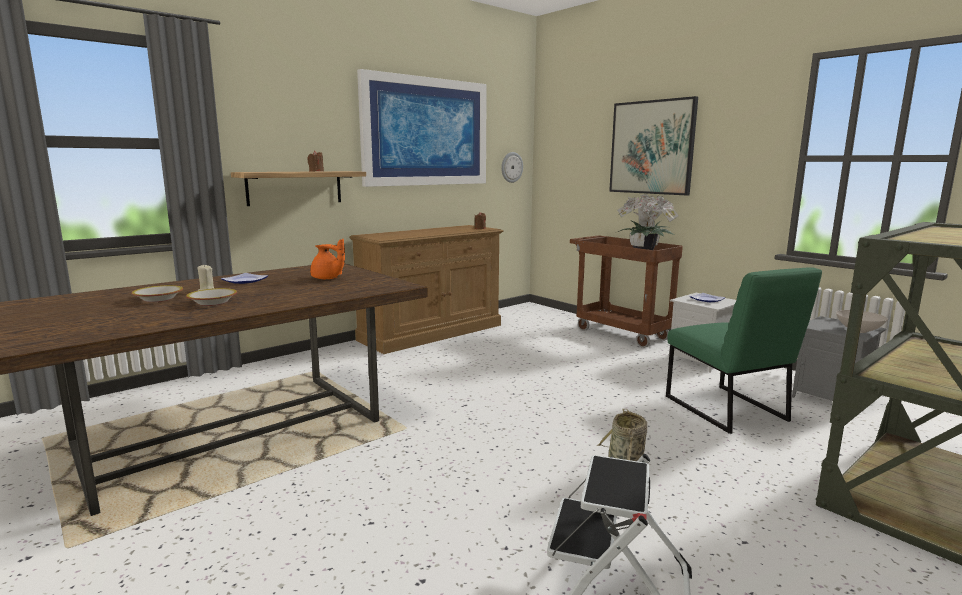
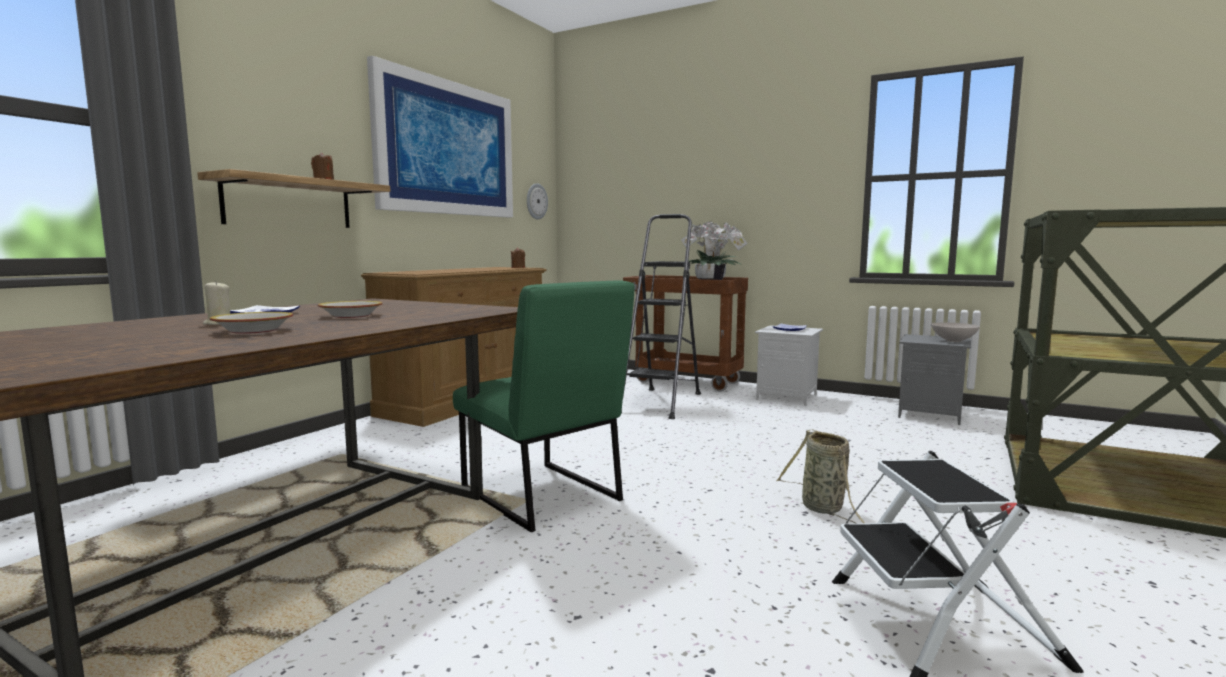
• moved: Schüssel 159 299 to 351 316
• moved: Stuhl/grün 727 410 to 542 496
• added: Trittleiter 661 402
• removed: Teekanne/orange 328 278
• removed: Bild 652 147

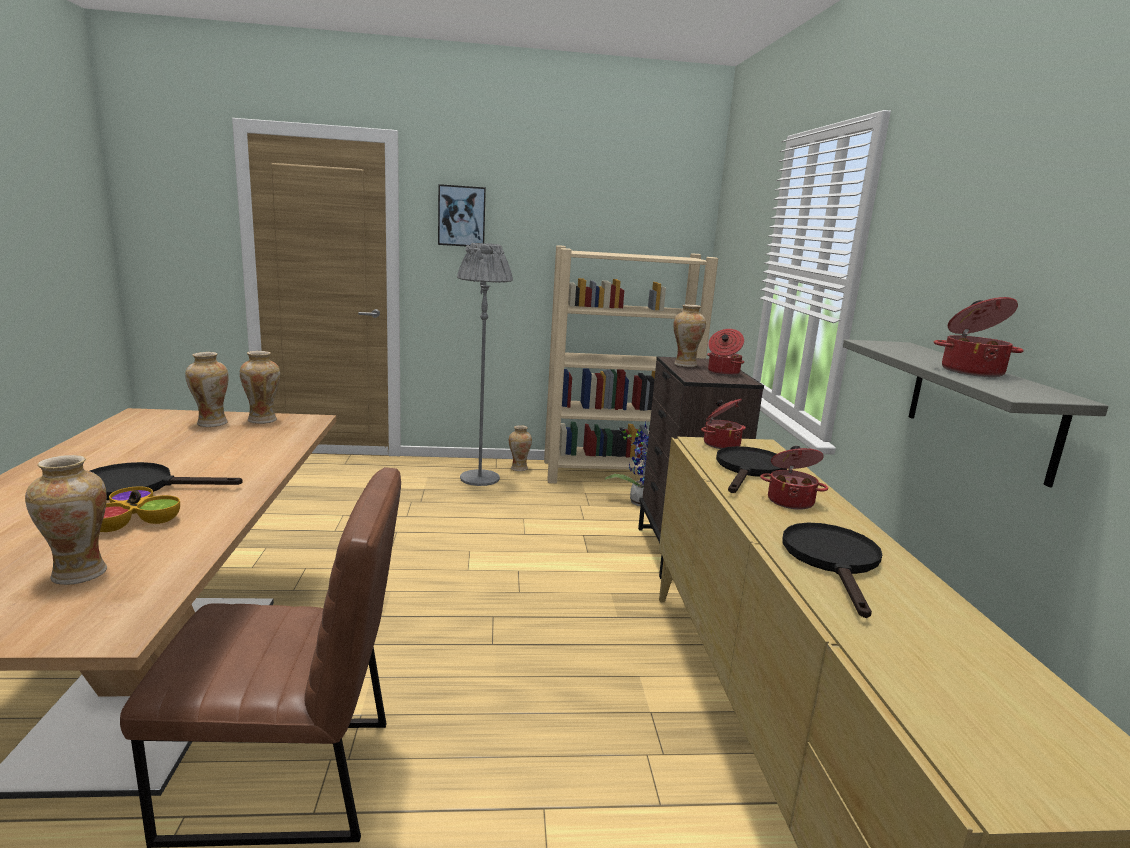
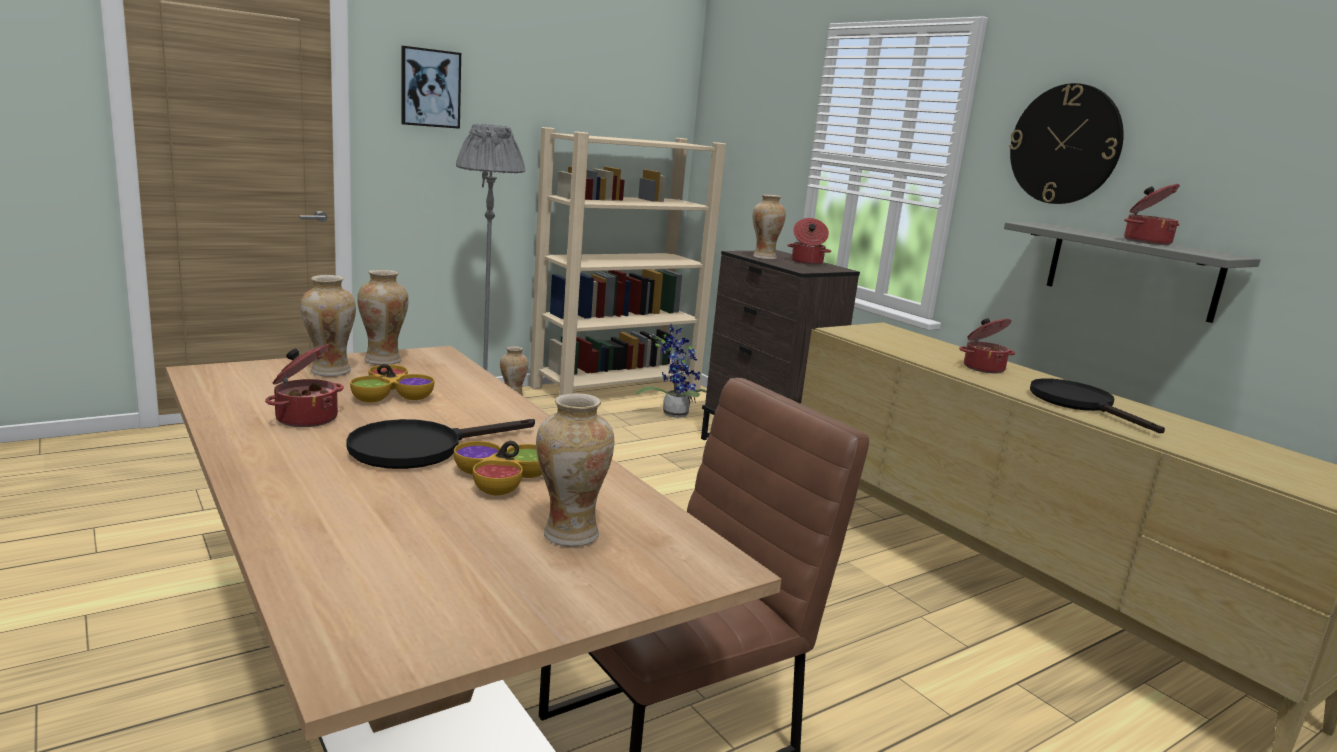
• moved: Kochtopf 720 444 to 305 418
• added: Schüssel 391 395
• added: Wanduhr 1065 144
• removed: Pfanne/schwarz 749 470

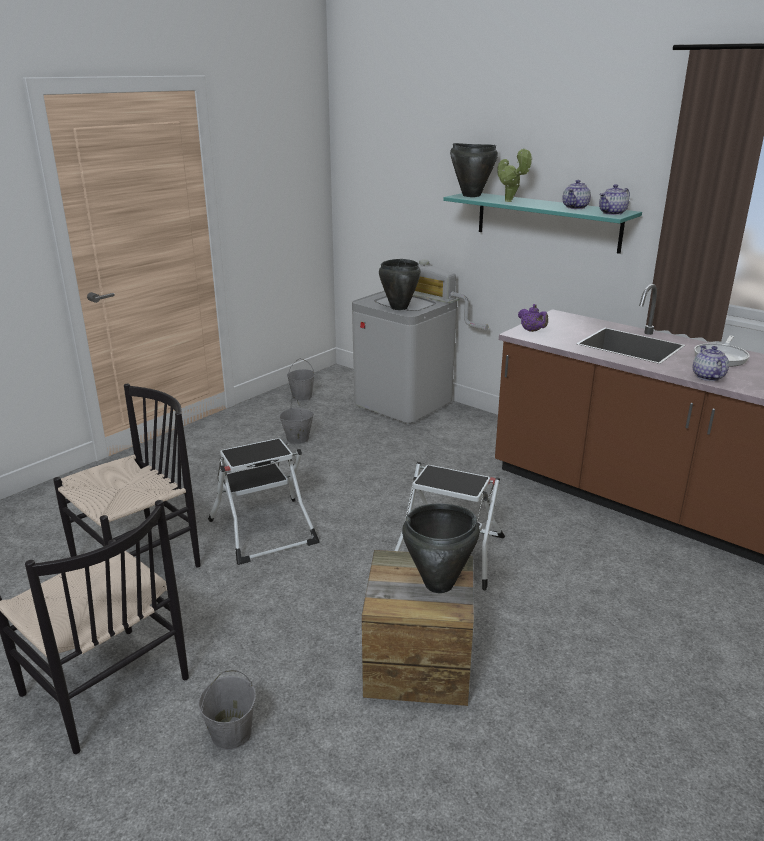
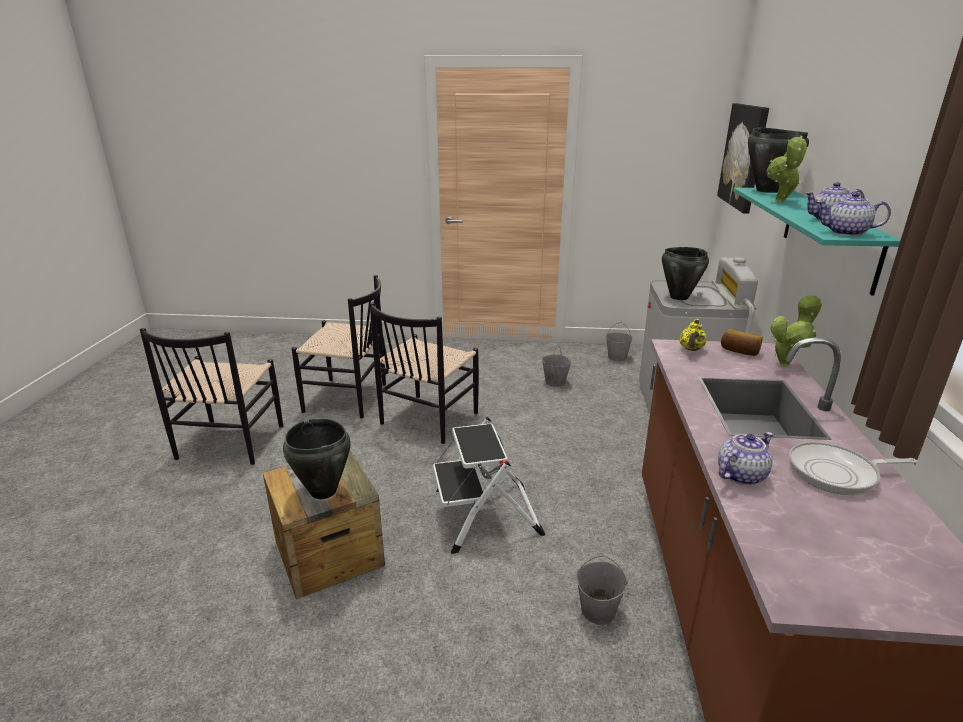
• replaced: Trittleiter 264 528 to Stuhl/schwarz 427 420
• moved: Eimer/grau 231 733 to 598 610
• recoloured: Teekanne/lila 532 331 to Teekanne/gelb 691 349
• added: Bild 744 156
• added: Brot 739 351
• added: Topfpflanze 786 363

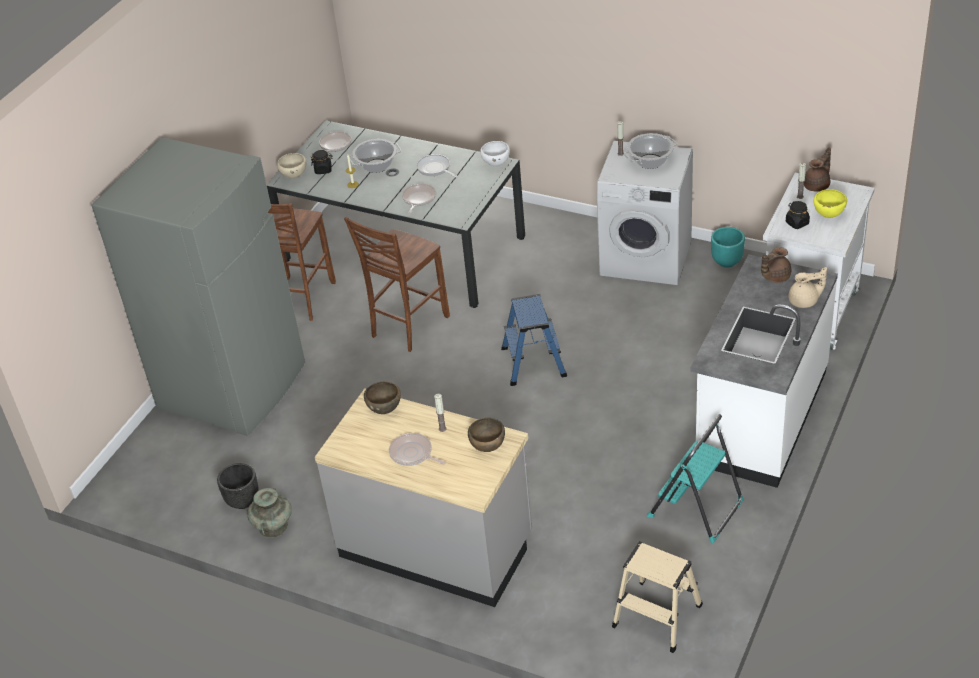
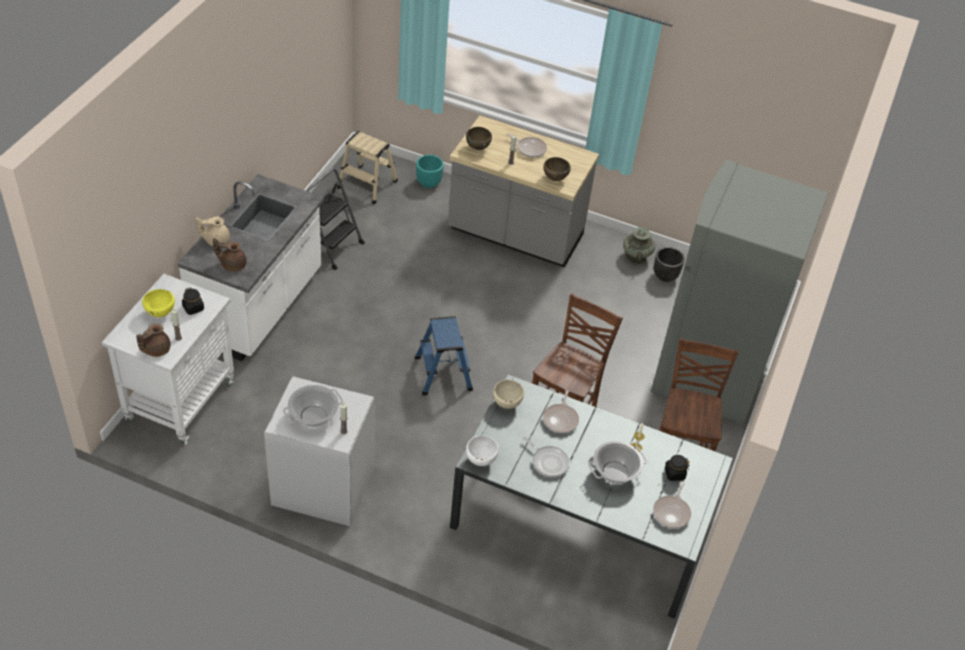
• turned: Teekanne/braun 774 277 = 232 264 135 degrees counterclockwise
• recoloured: Trittleiter/türkis 698 510 to Trittleiter/schwarz 326 243
• moved: Pflanzkübel/türkis 727 261 to 428 183
• moved: Schüssel/beige 294 176 to 507 404

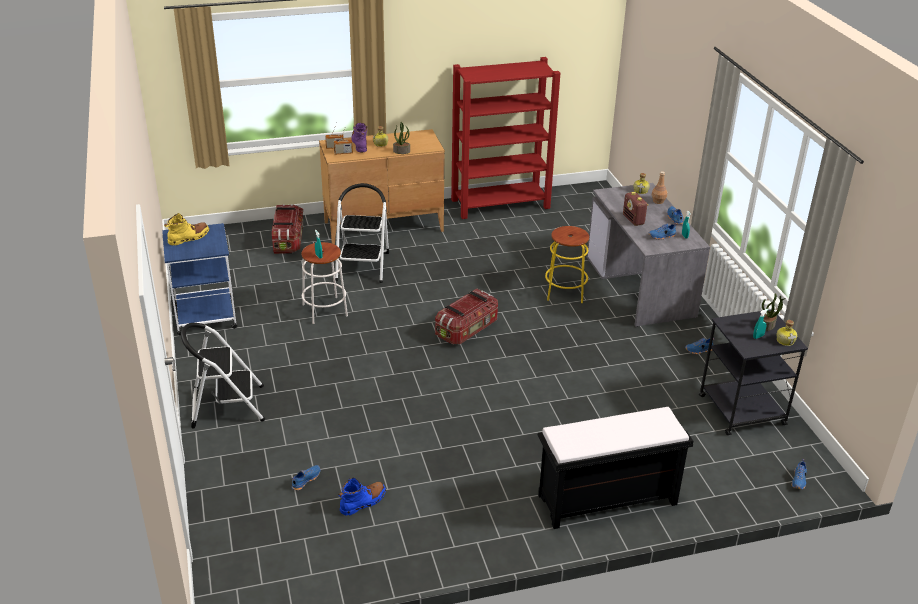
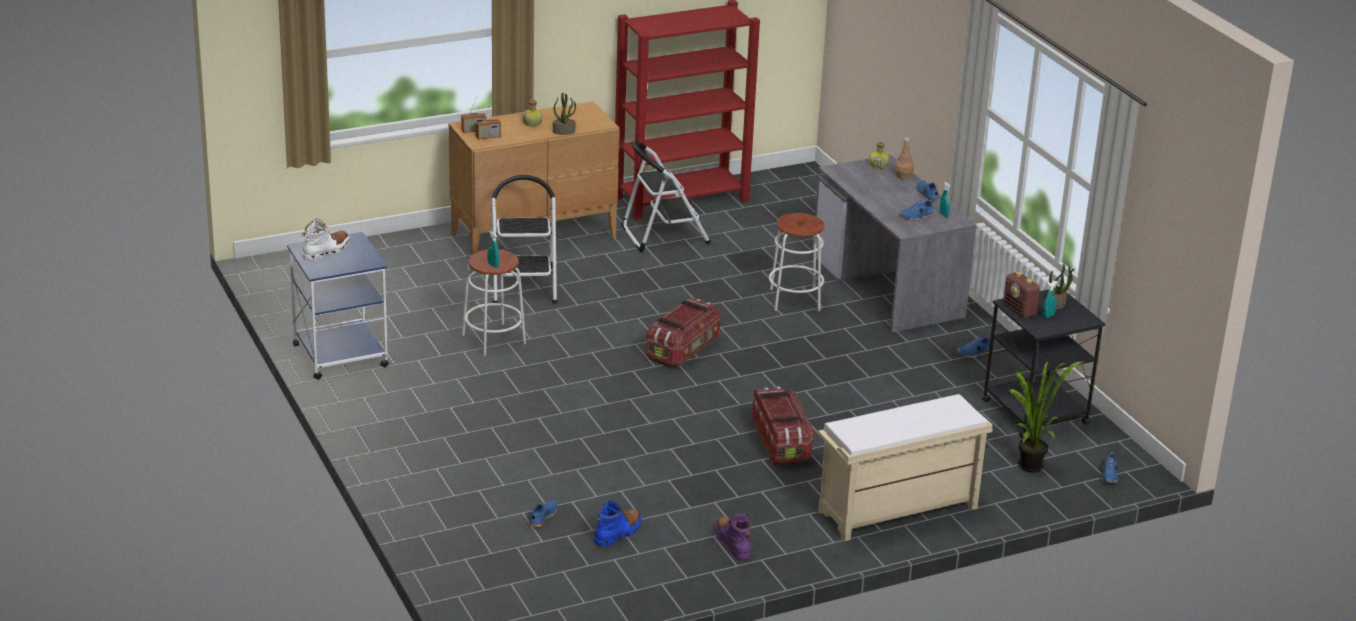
• recoloured: Stiefel/gelb 189 238 to Stiefel/weiß 326 251
• moved: Trittleiter 225 406 to 662 235
• moved: Stiefel/lila 359 144 to 733 543
• moved: Aufbewahrungsbox 288 240 to 781 442
• recoloured: Hocker/gelb 565 292 to Hocker/weiß 795 299
• recoloured: Bank/schwarz 606 501 to Bank/beige 896 511
• moved: Radio 633 220 to 1019 311
• added: Topfpflanze 1029 470
• removed: Flasche 785 340

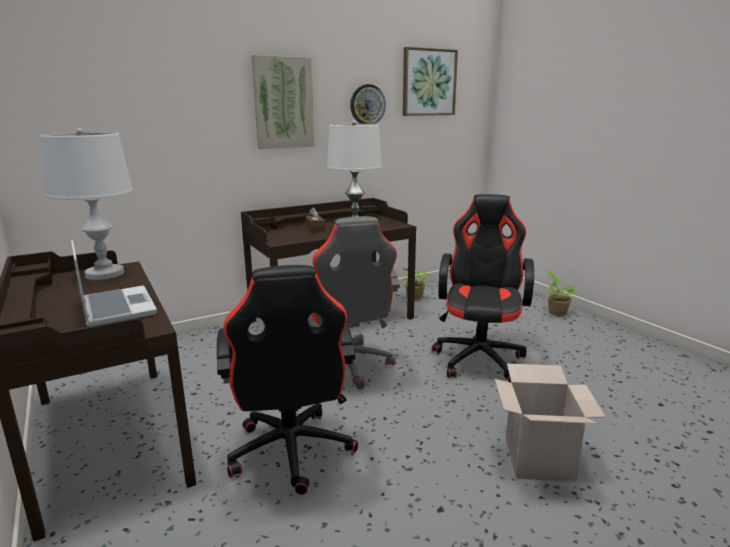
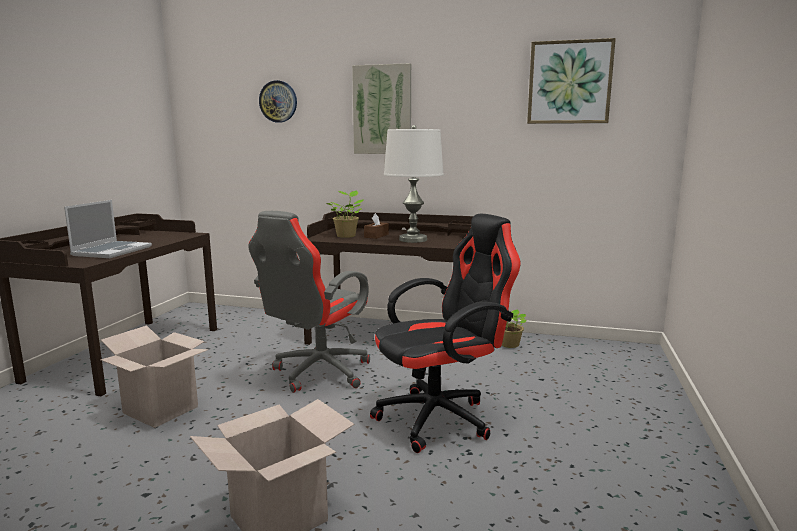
• replaced: Bürostuhl/schwarz 291 458 to Karton 161 410
• moved: Wanduhr 367 105 to 278 101
• moved: Topfpflanze 556 312 to 346 235
• removed: Tischlampe/weiß 104 274

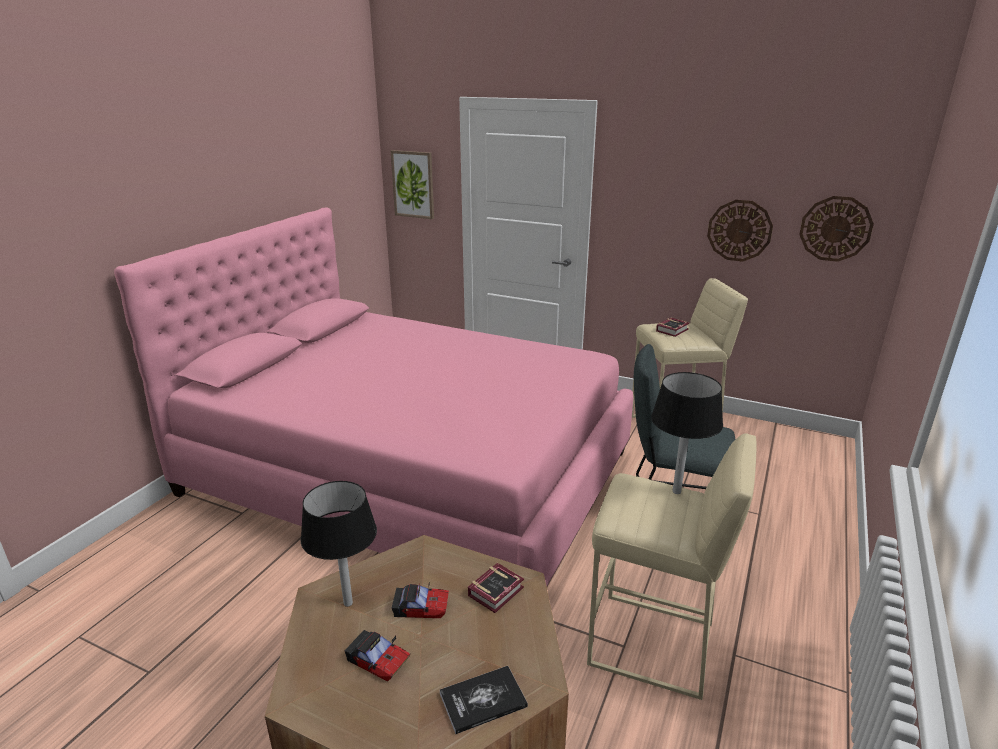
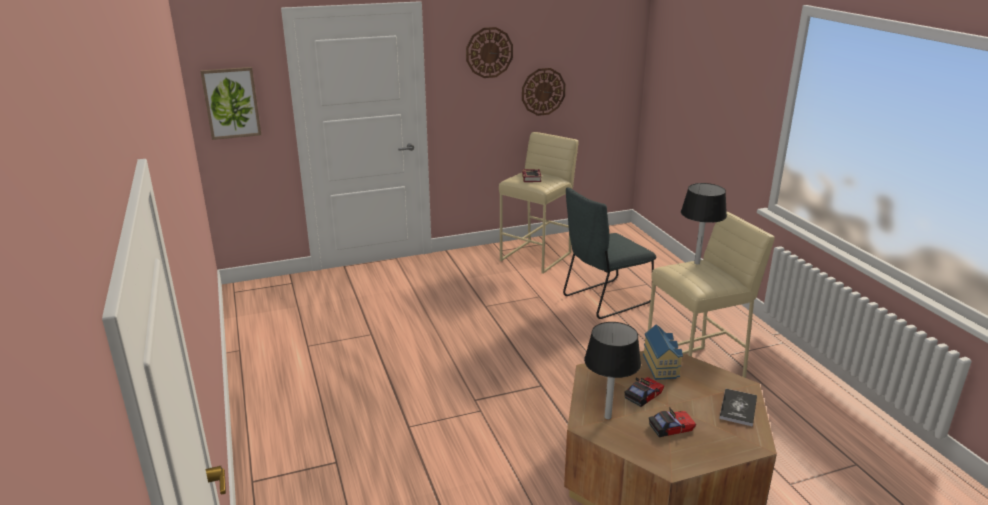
• moved: Wanduhr 835 228 to 489 52
• replaced: Buch 498 591 to Spielzeughaus 662 365
• removed: Bett/rosa 410 472

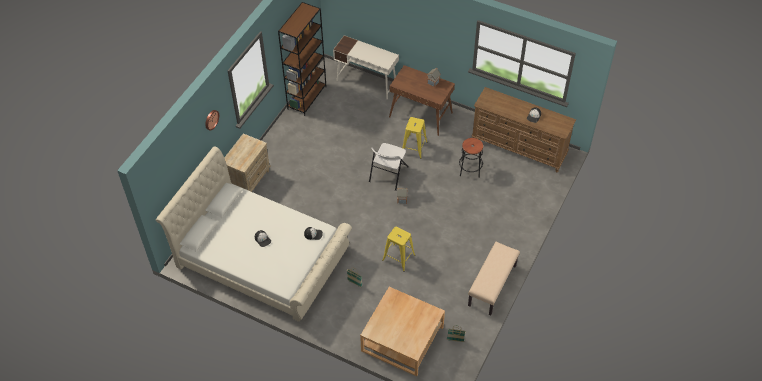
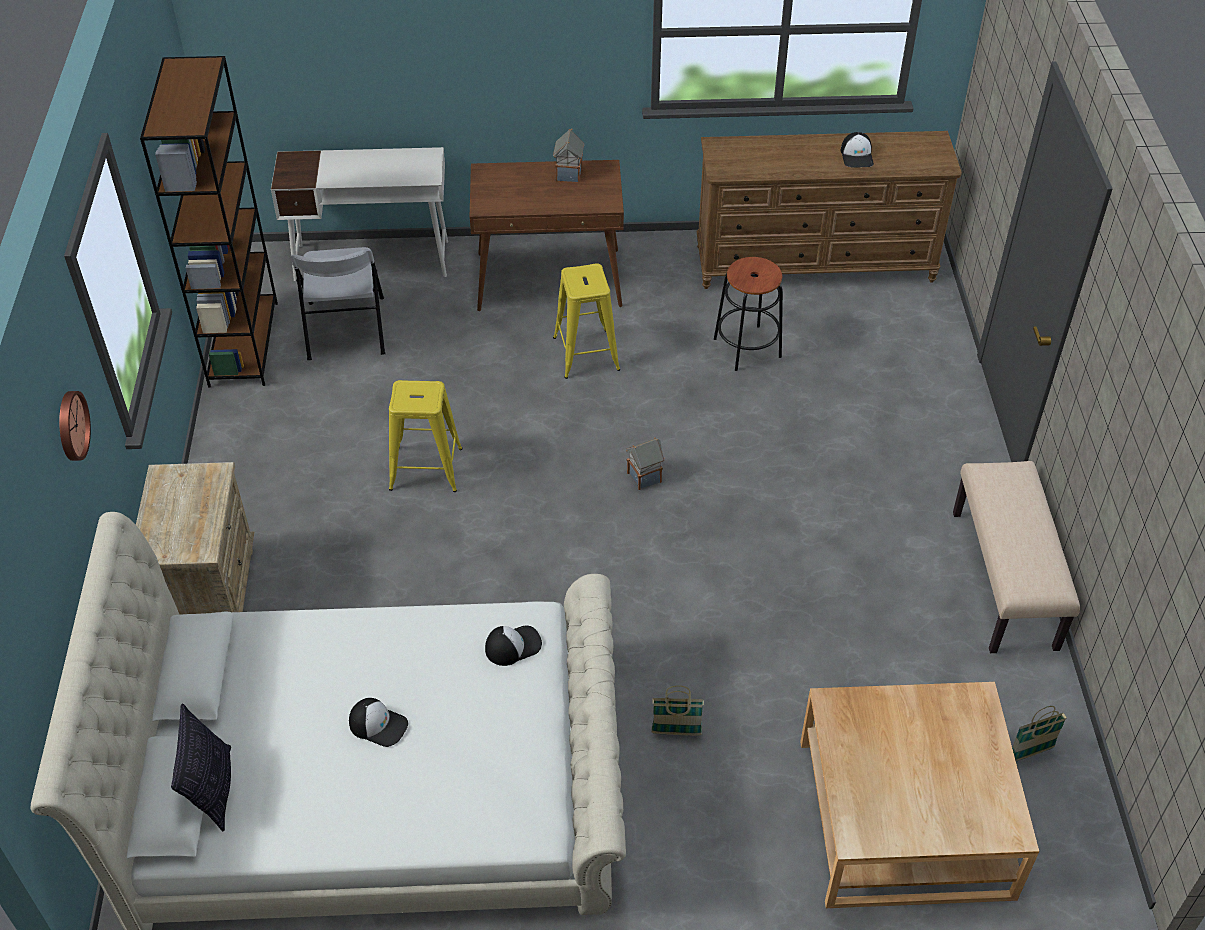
• added: Kissen 212 789
• moved: Stuhl/weiß 388 174 to 346 328
• moved: Hocker/gelb 398 258 to 426 469

